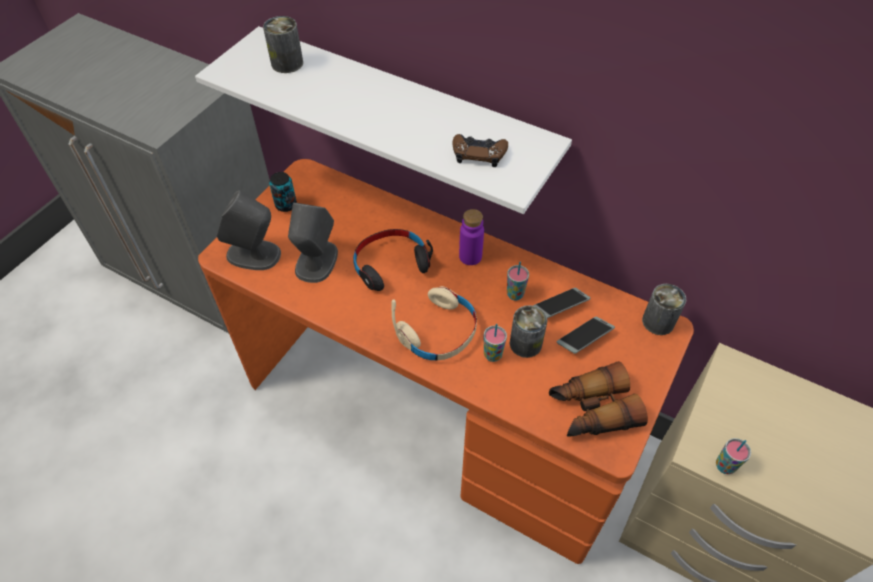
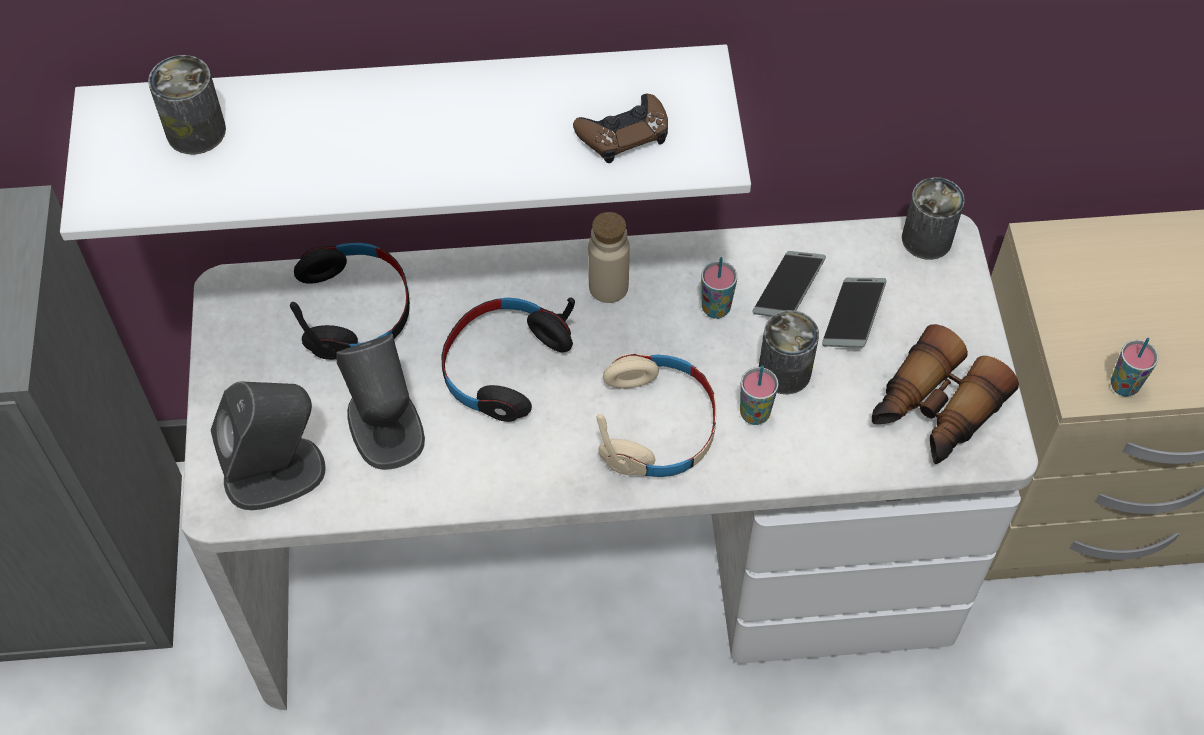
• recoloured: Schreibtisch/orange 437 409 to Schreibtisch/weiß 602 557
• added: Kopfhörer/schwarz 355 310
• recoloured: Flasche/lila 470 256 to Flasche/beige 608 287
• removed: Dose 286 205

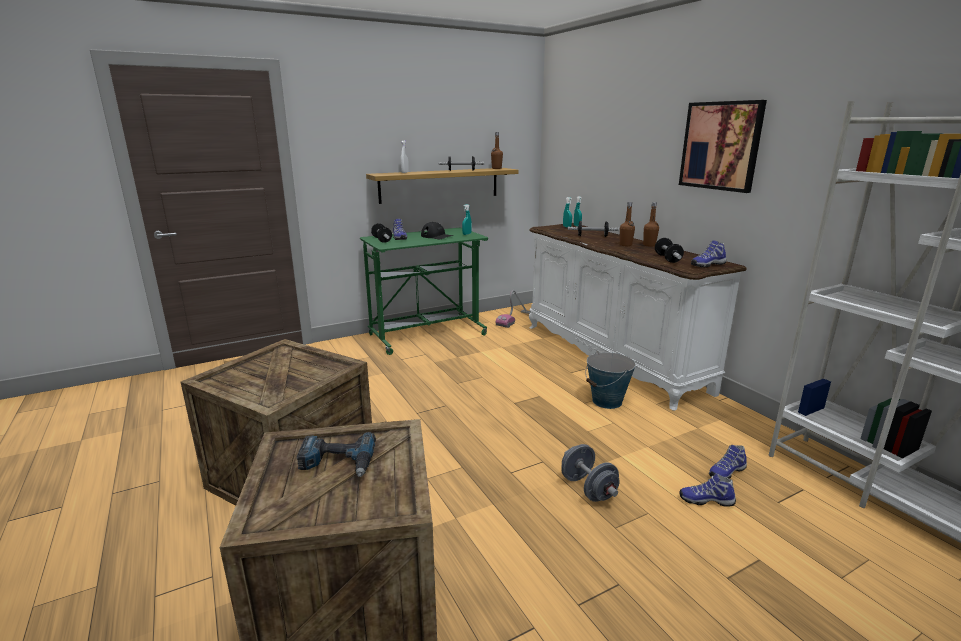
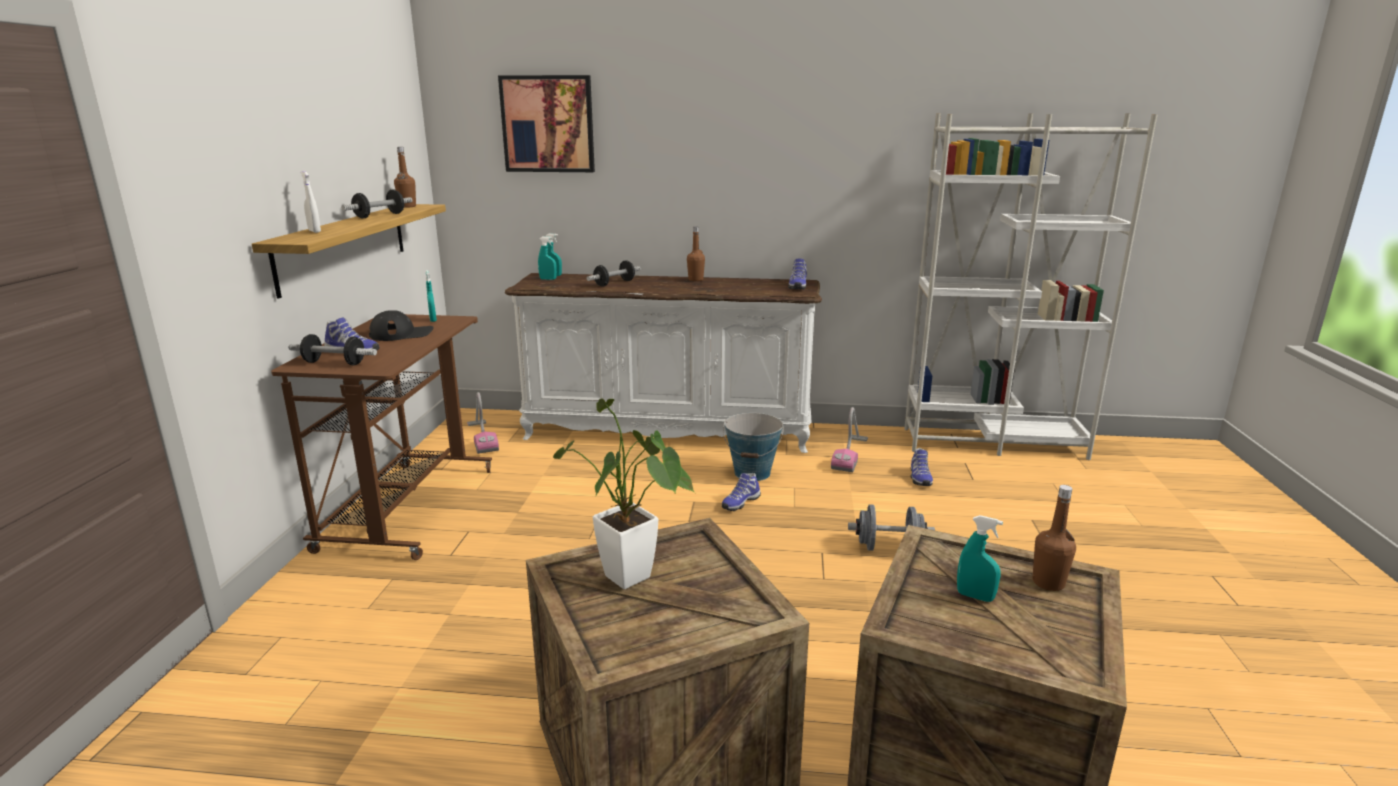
• recoloured: Schreibtisch/grün 427 334 to Schreibtisch/braun 409 508
• moved: Bild 720 146 to 548 124
• added: Topfpflanze 633 582
• moved: Schuh 706 500 to 740 502
• added: Staubsauger 850 454
• replaced: Bohrmaschine 337 462 to Sprühflasche/türkis 975 596
• moved: Flasche/braun 625 245 to 1048 583
• removed: Hantel 667 259

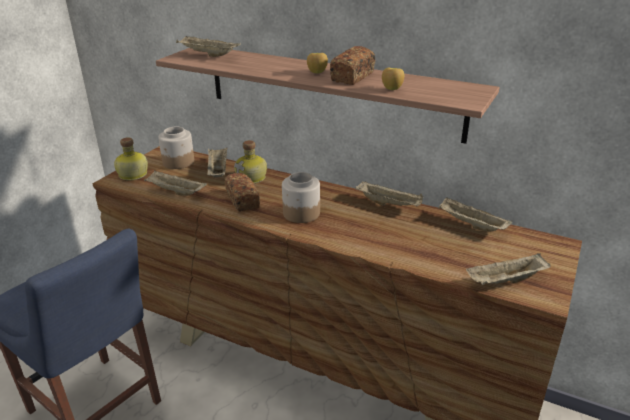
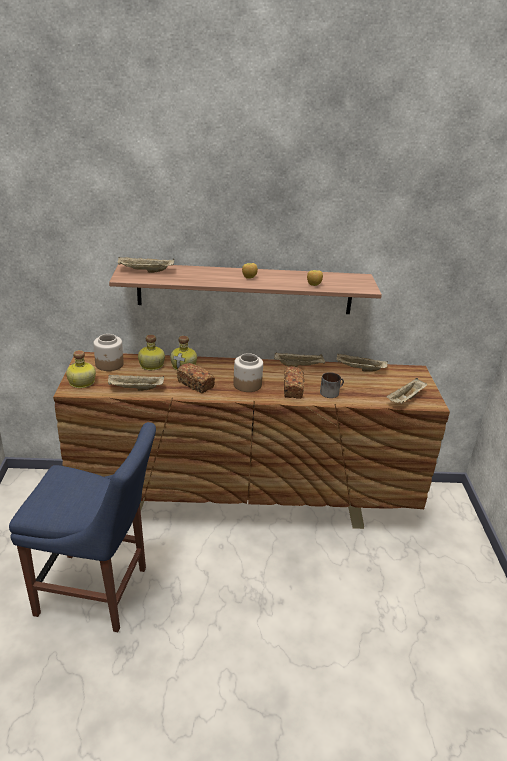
• replaced: Tablett/beige 218 171 to Flasche 151 365
• moved: Brot 352 77 to 292 389
• added: Henkelbecher 331 392

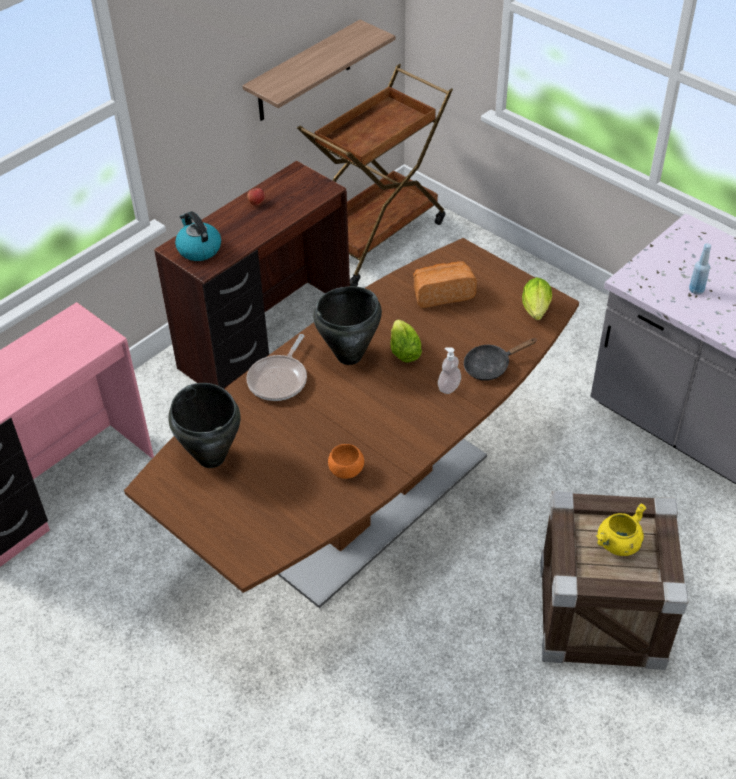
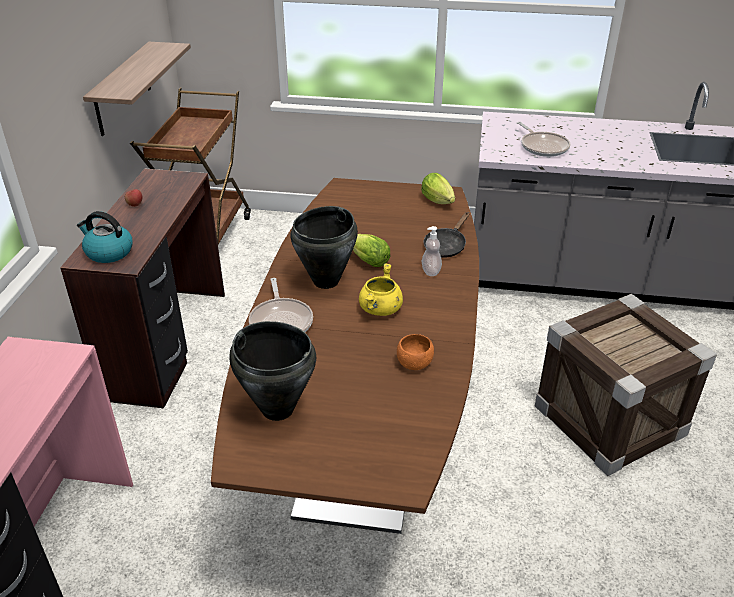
• moved: Kochtopf/gelb 618 544 to 380 309
• replaced: Flasche/blau 696 290 to Pfanne 543 147
• removed: Brot 442 294

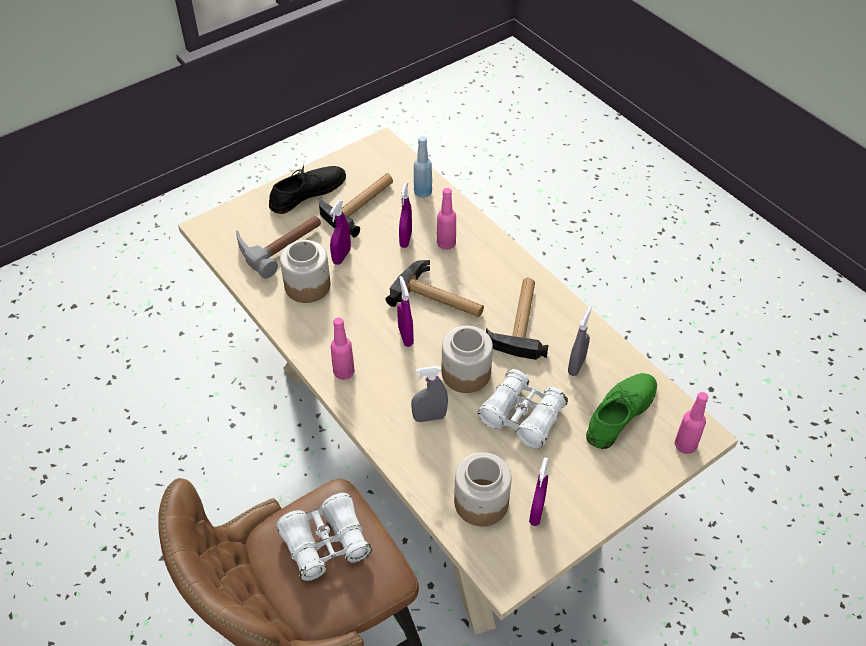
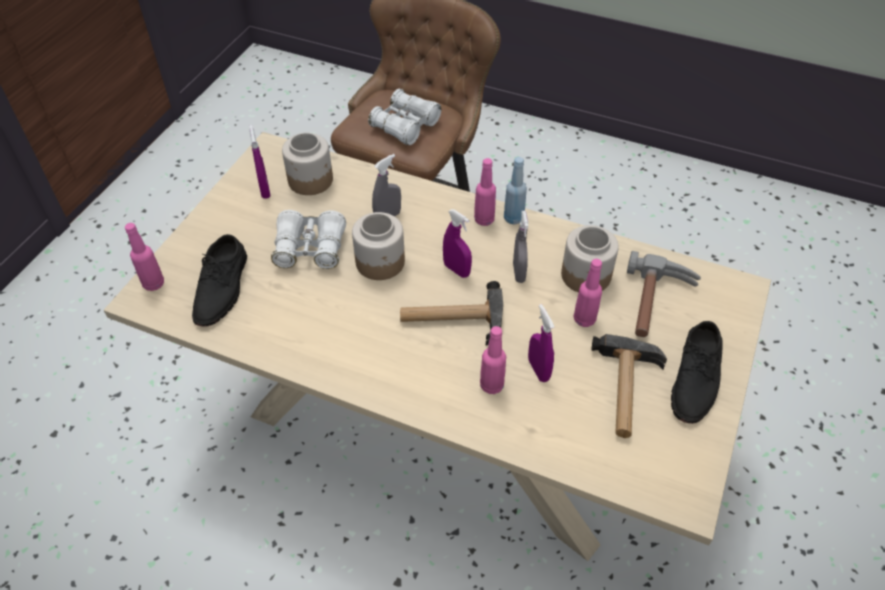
• recoloured: Schuh/grün 620 412 to Schuh/schwarz 222 288
• moved: Flasche/blau 422 192 to 513 218
• moved: Sprühflasche/grau 576 366 to 518 273
• replaced: Sprühflasche/lila 341 256 to Flasche/rosa 584 319
• removed: Hammer 520 320

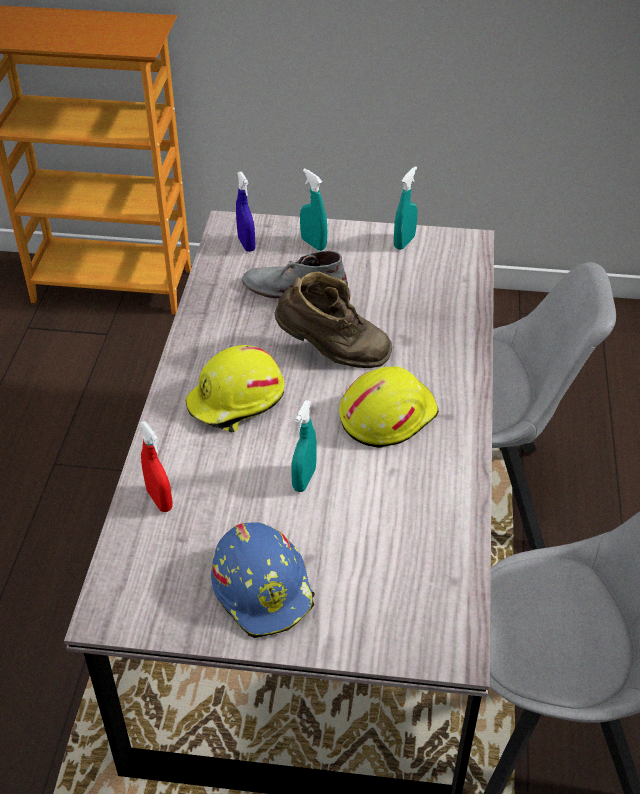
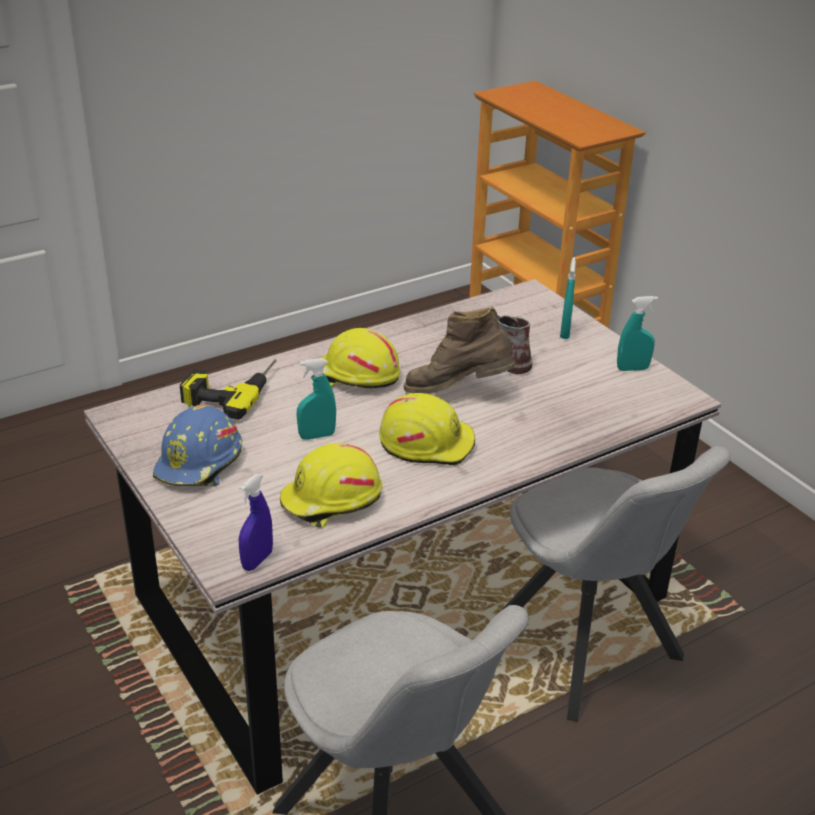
• replaced: Sprühflasche/rot 159 500 to Bohrmaschine 230 389
• moved: Sprühflasche/blau 246 244 to 257 560
• added: Schutzhelm/gelb 331 501
• turned: Stiefel/braun 332 354 = 458 392 120 degrees clockwise

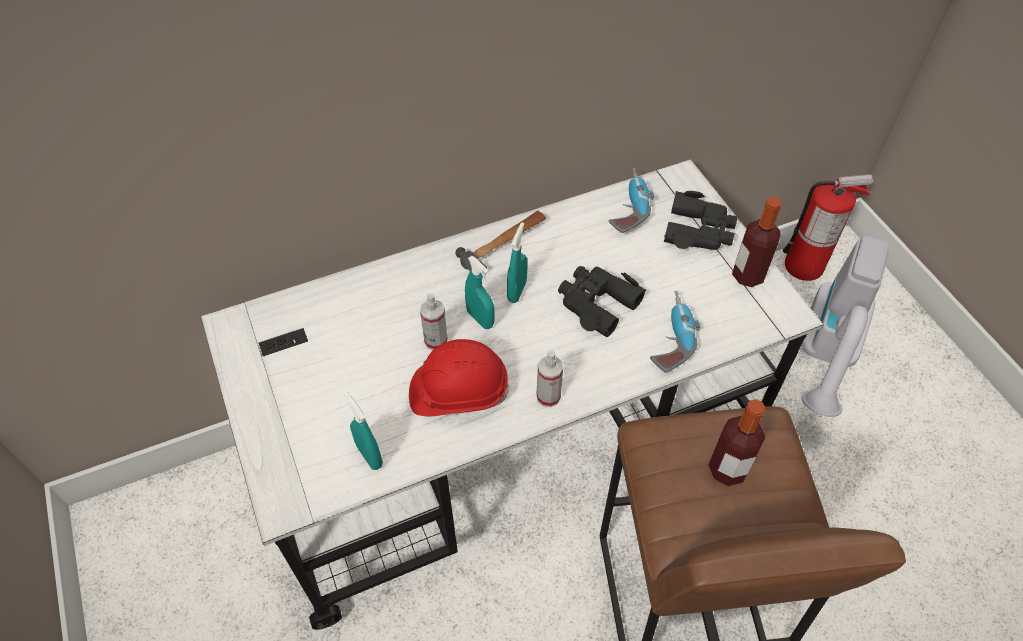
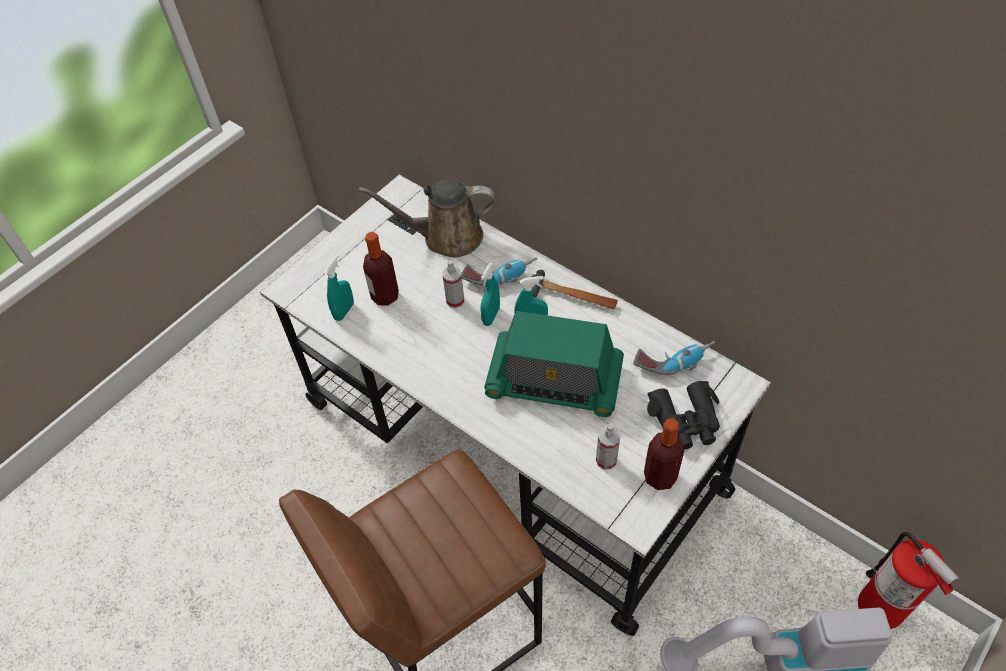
• added: Gießkanne/braun 446 237
• moved: Flasche 727 469 to 385 296
• moved: Bohrmaschine 671 338 to 499 275
• replaced: Fernglas/schwarz 596 303 to Radio 554 381
• moved: Sprühflasche 548 396 to 606 460
• removed: Schutzhelm/rot 458 391

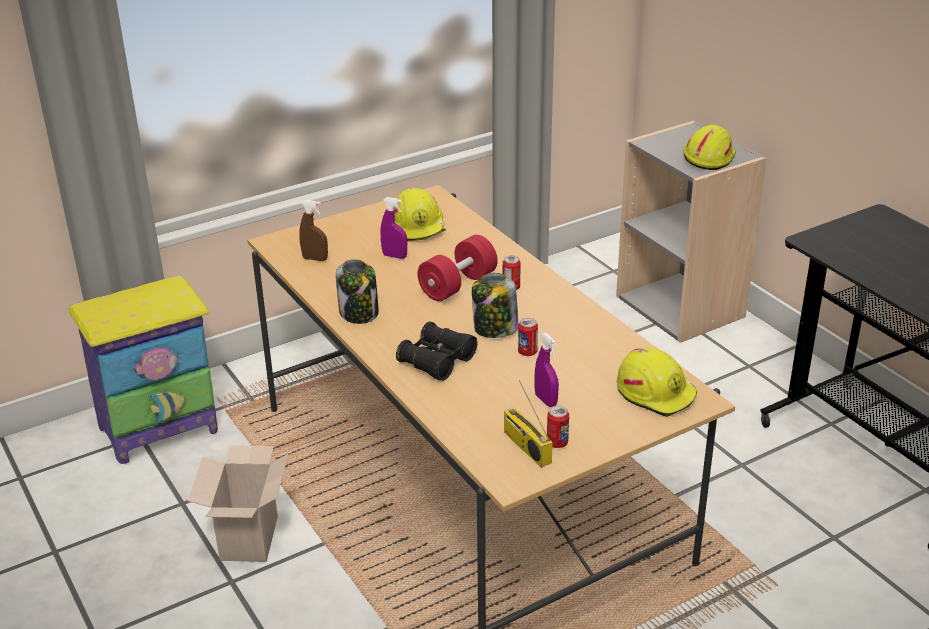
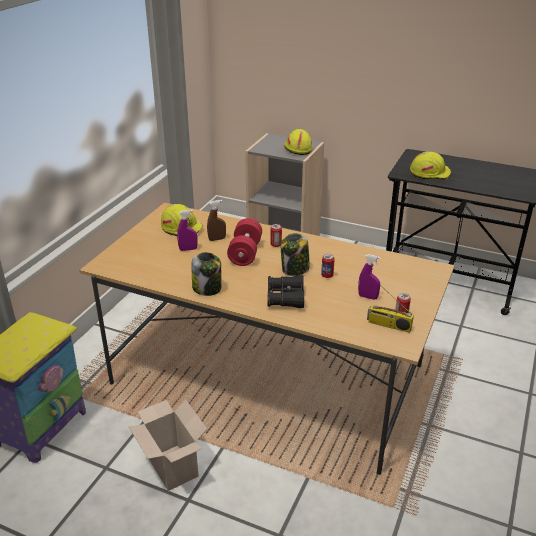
• moved: Sprühflasche/braun 315 259 to 217 239
• moved: Schutzhelm/gelb 656 392 to 429 173

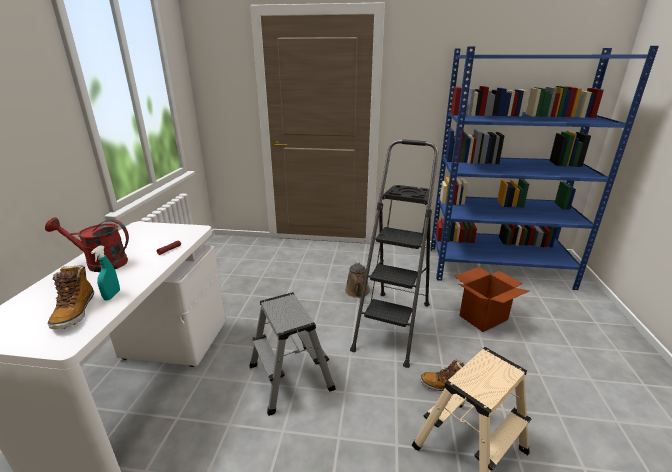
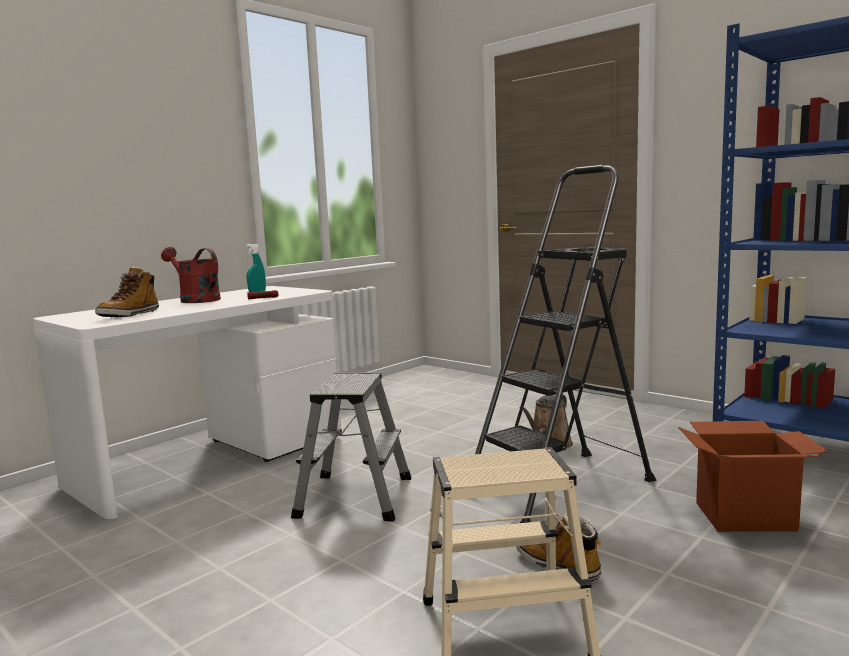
• moved: Sprühflasche/türkis 112 295 to 257 292

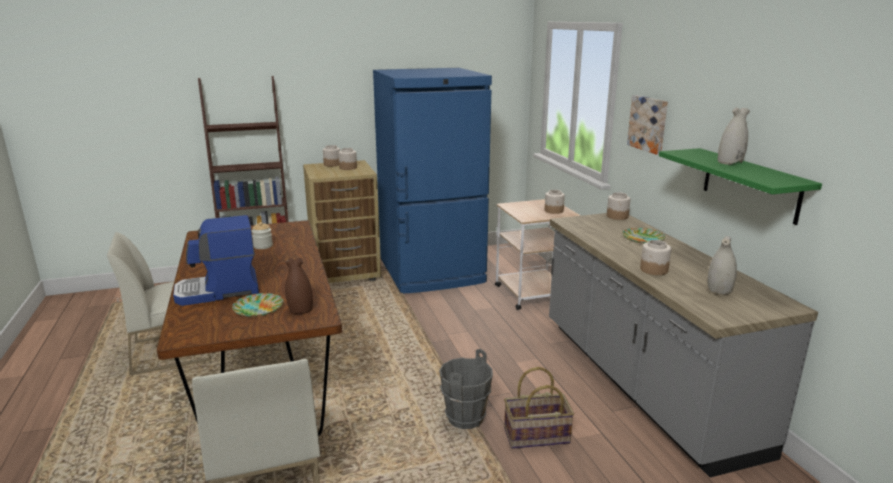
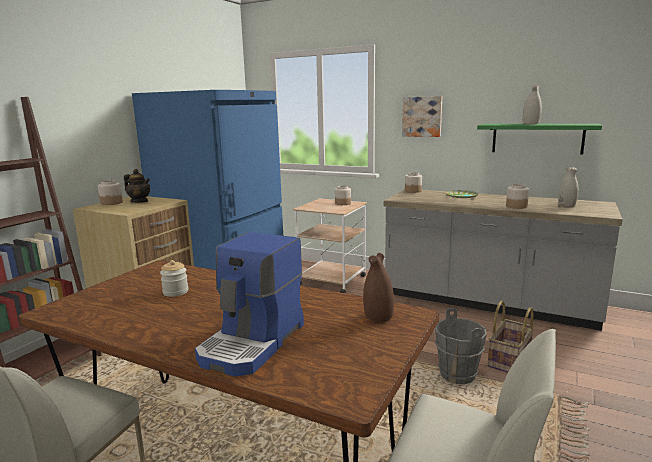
• replaced: Vorratsglas 348 167 to Teekanne 139 201
• removed: Teller 258 308

